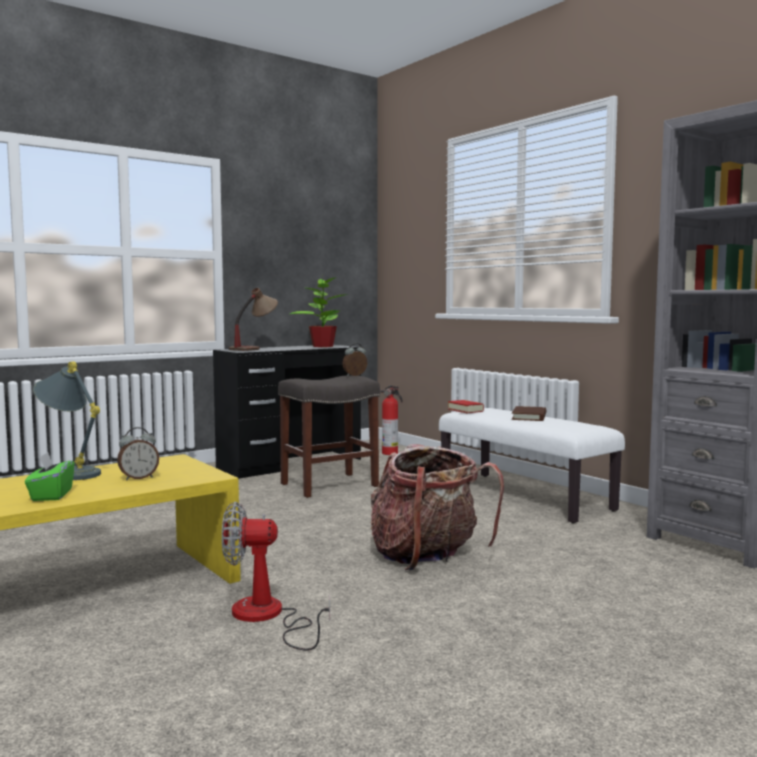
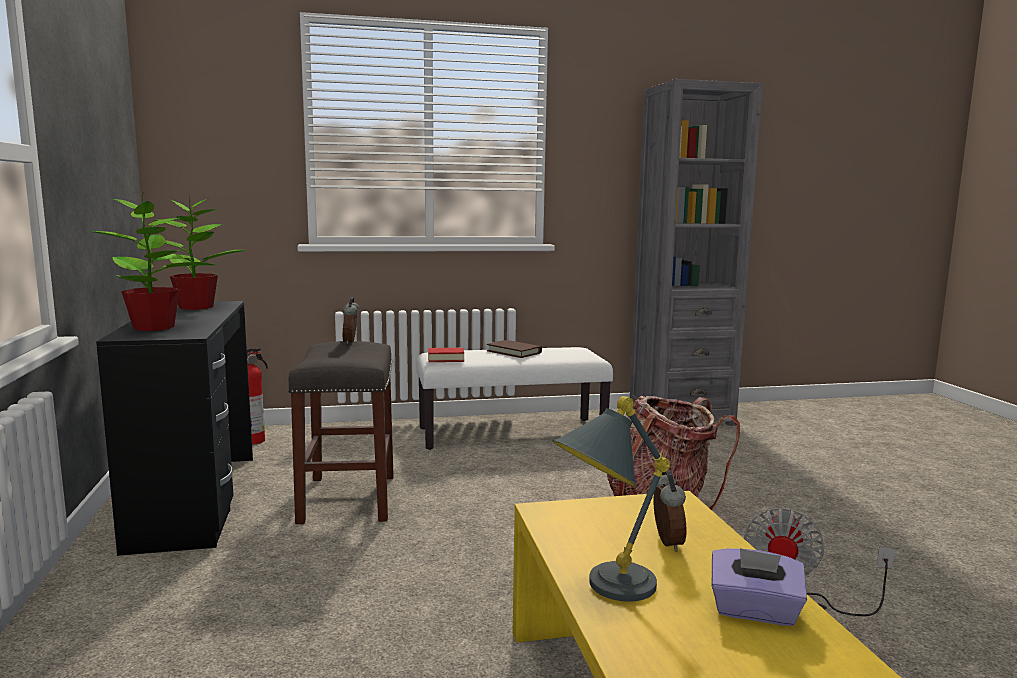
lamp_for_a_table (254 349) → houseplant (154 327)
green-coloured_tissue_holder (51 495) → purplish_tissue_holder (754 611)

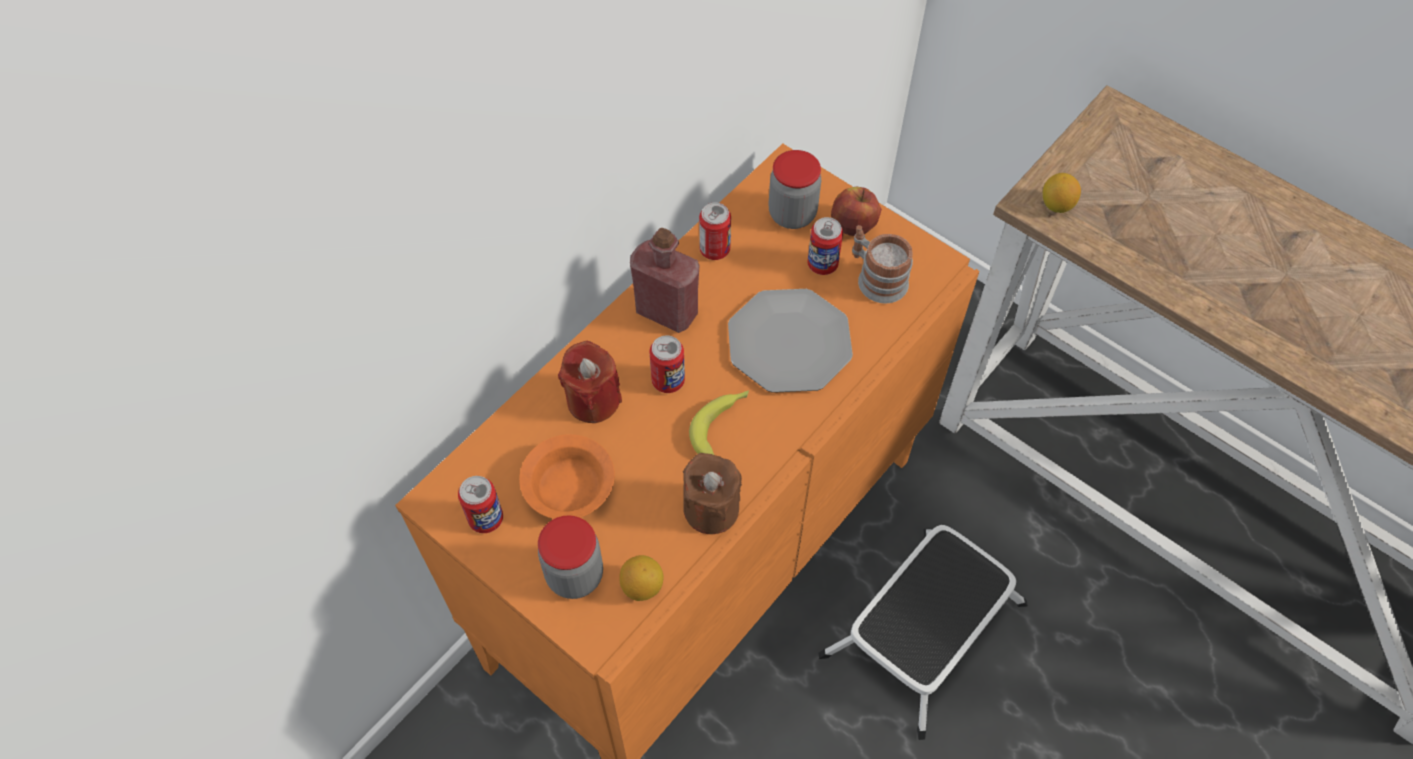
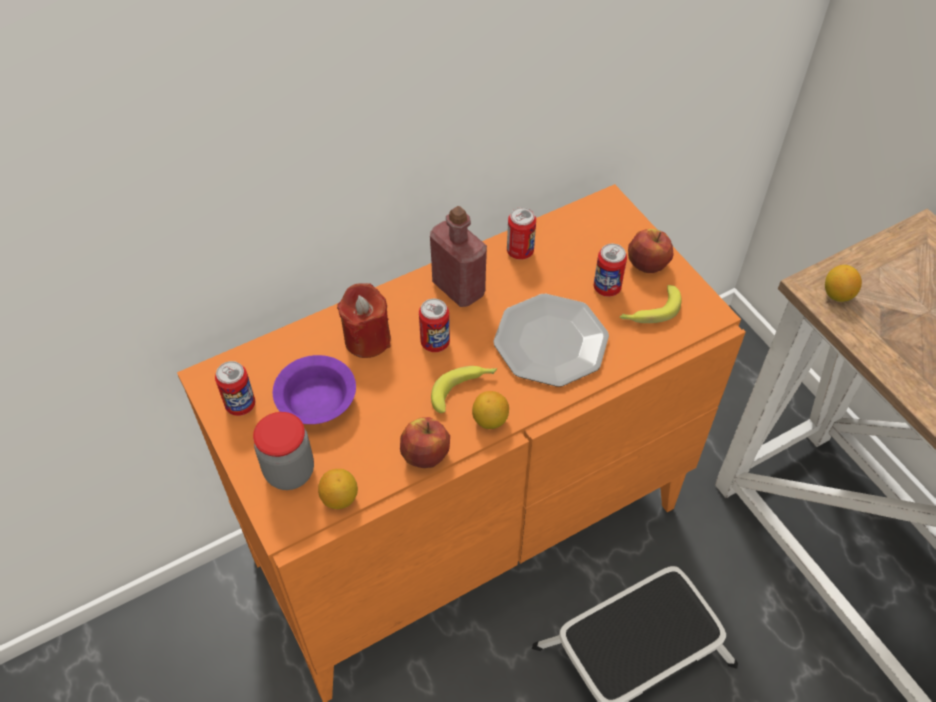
jar (792 214) → -
coffee_mug (876 278) → banana_fruit (649 311)
orange-coloured_bowl (570 490) → purplish_bowl (316 403)
brown_candle (711 509) → apple_fruit (425 455)
- → citrus_fruit (490 420)

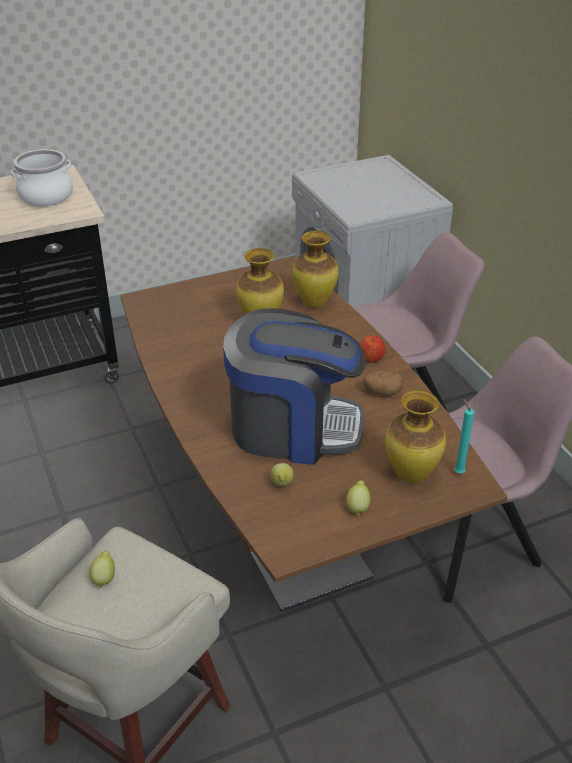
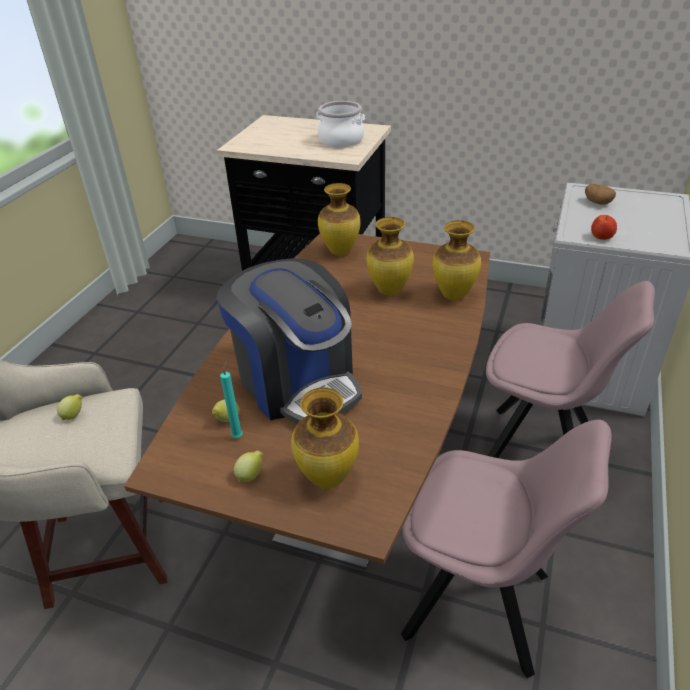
apple_fruit (371 358) → apple_fruit (602 237), shifted
potato (382 392) → potato (597 202), shifted
turquoise-coloured_candle (458 471) → turquoise-coloured_candle (238 436), shifted
- → flower_vase (341 252)

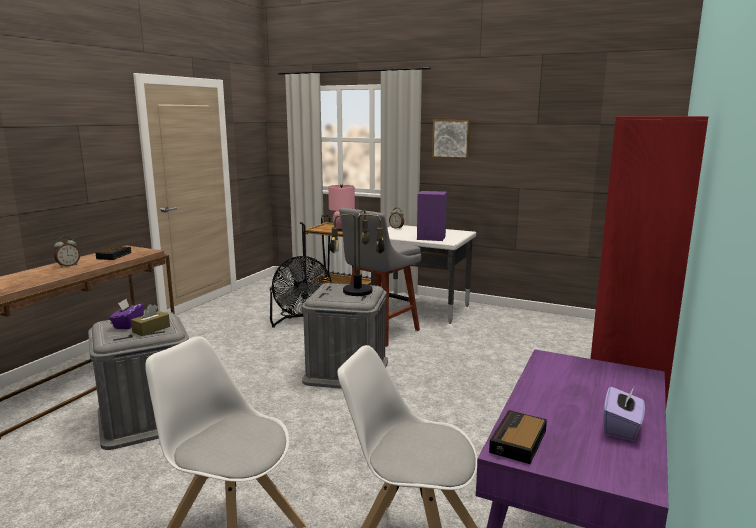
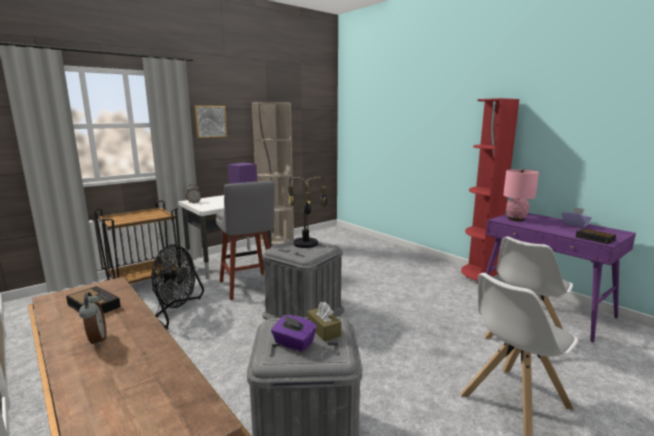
pink-coloured_lamp_for_a_table (342 230) → pink-coloured_lamp_for_a_table (516 219), shifted
- → beige-coloured_shelving_unit (276 244)

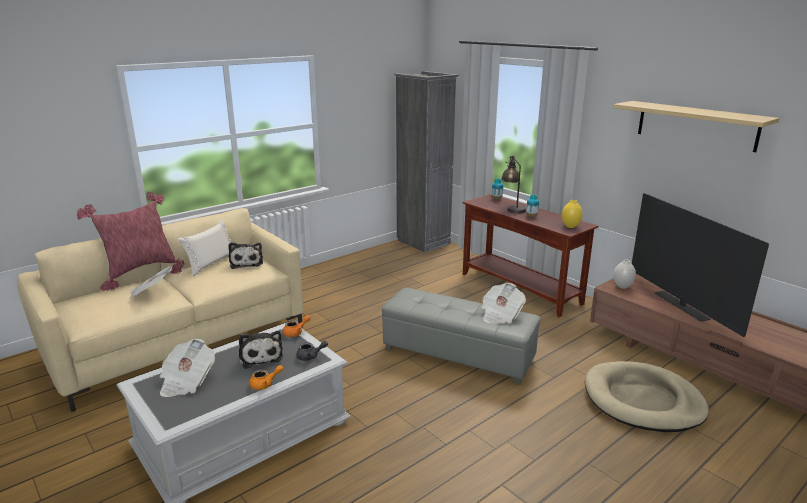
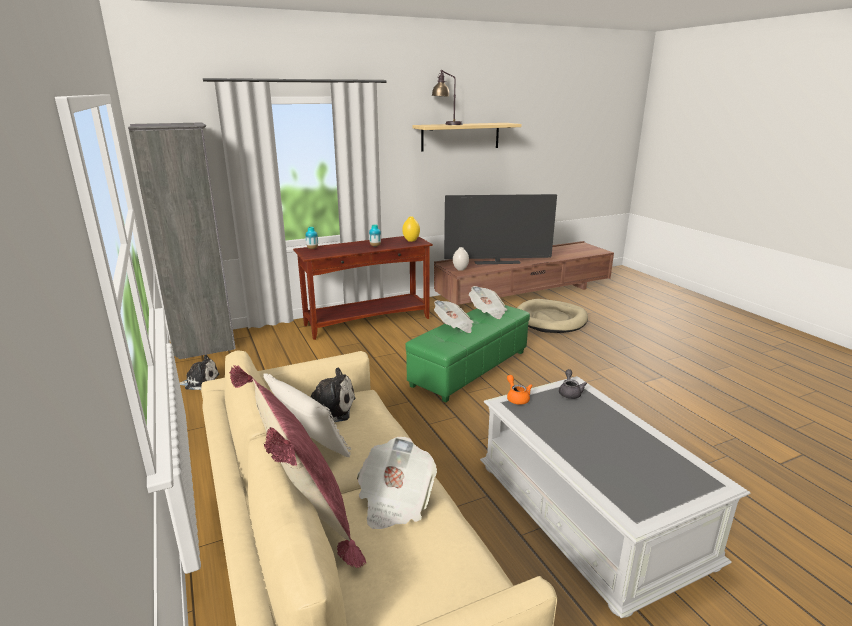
lamp_for_a_table (512 208) → lamp_for_a_table (447 124), shifted
greyish_ottoman (459 354) → green-coloured_ottoman (469 368)
cuddly_toy (260 356) → cuddly_toy (200 382), shifted
printed_paper (186 381) → printed_paper (454 326), shifted
orange-coloured_tea_pot (265 384) → -

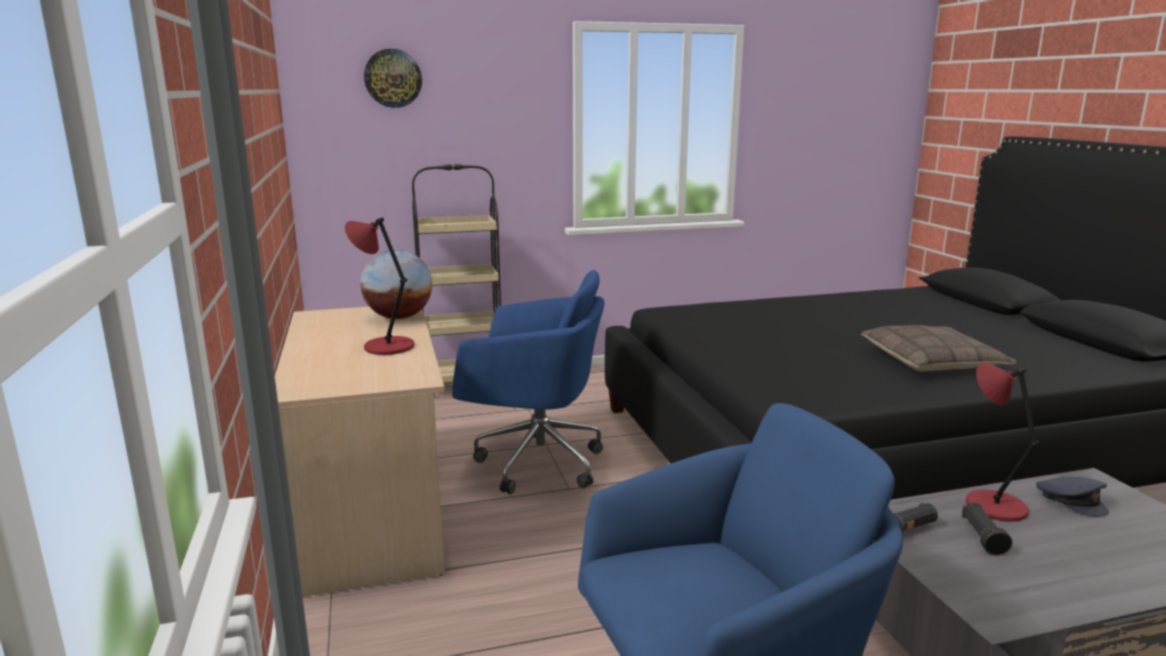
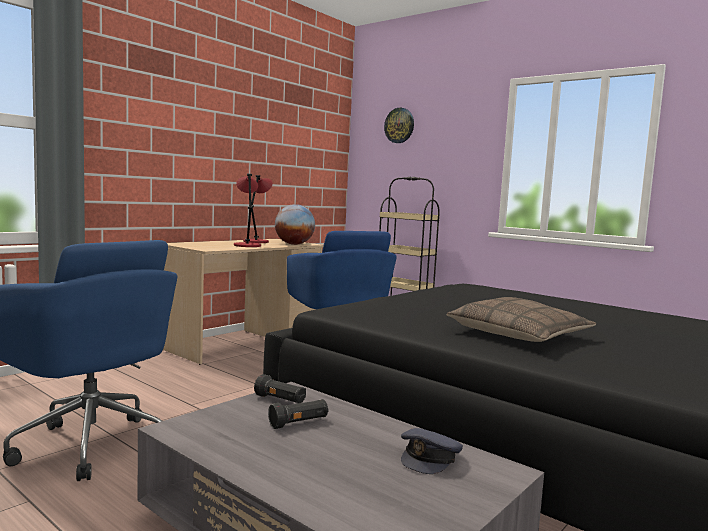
reddish_lamp_for_a_table (992 505) → reddish_lamp_for_a_table (256 241), shifted

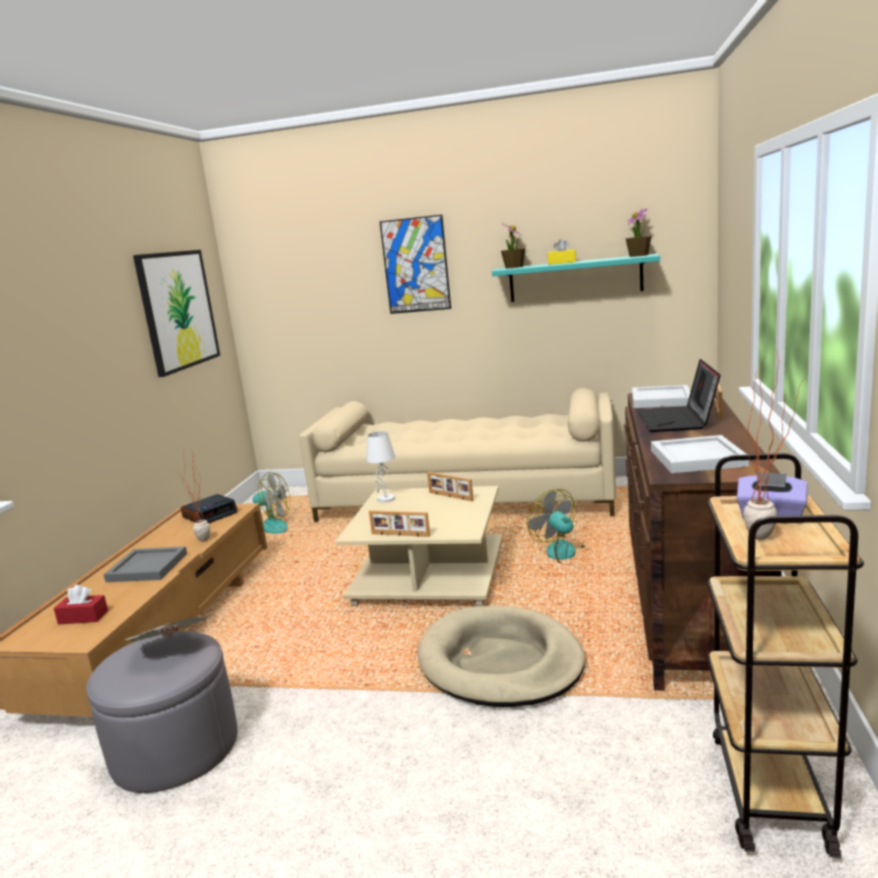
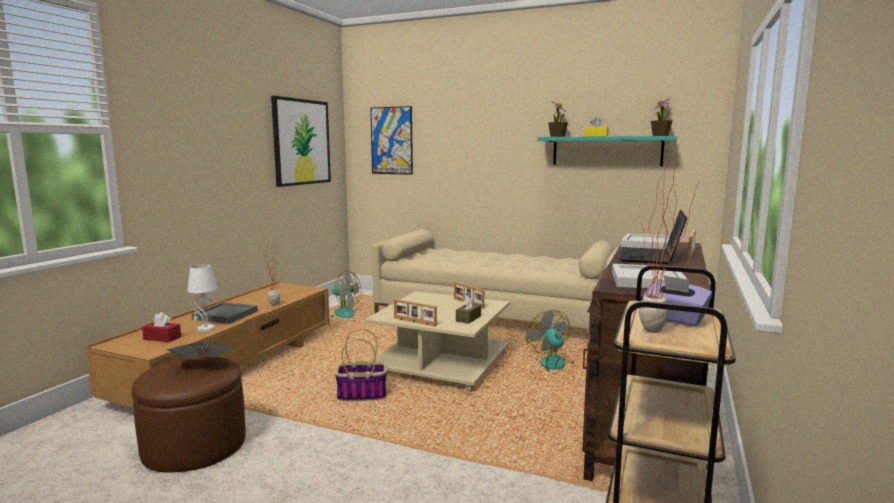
wall_art (415 265) → wall_art (391 140), shifted
white_lamp_for_a_table (385 499) → white_lamp_for_a_table (205 329), shifted
table_clock (210 515) → -
beige-coloured_pet_bed (500 662) → -
greyish_ottoman (175 748) → brown_ottoman (194 445)
- → brown_tissue_holder (468 318)
- → basket (362 395)

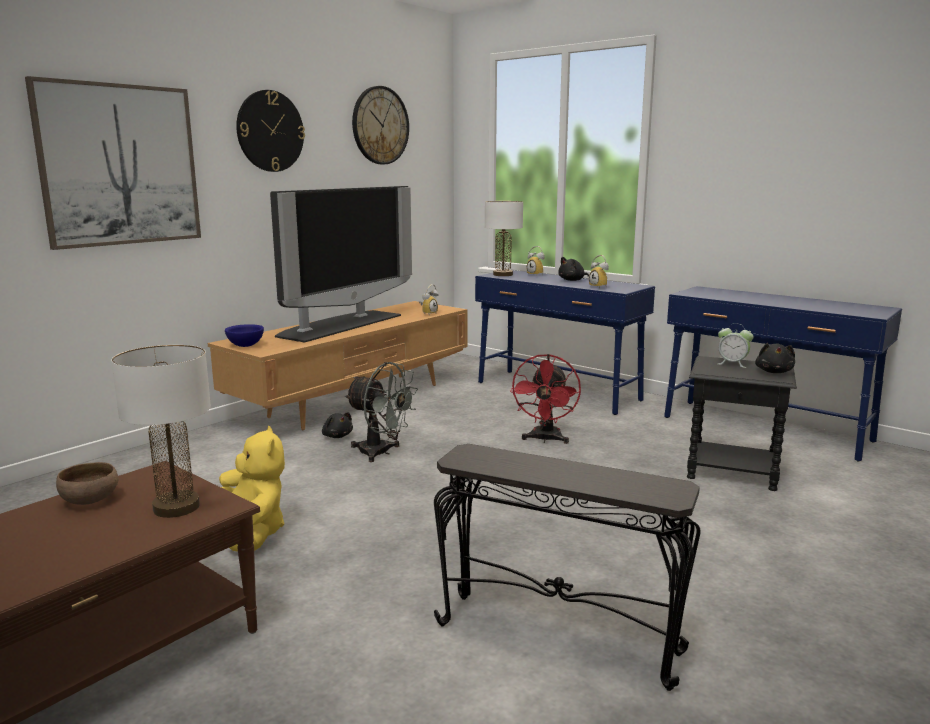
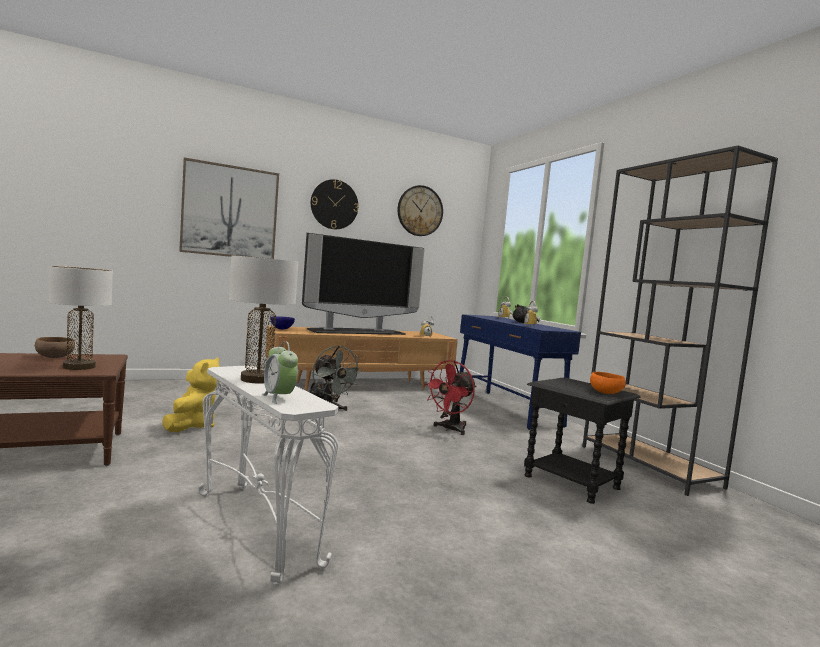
lamp_for_a_table (502 274) → lamp_for_a_table (257 379), shifted
bluish_console_table (764 429) → shelving_unit (649 466)
table_clock (732 364) → table_clock (278 398), shifted
black-coloured_cuddly_toy (774 372) → orange-coloured_bowl (606 393)
black-coloured_end_table (556 639) → white_end_table (256 528)

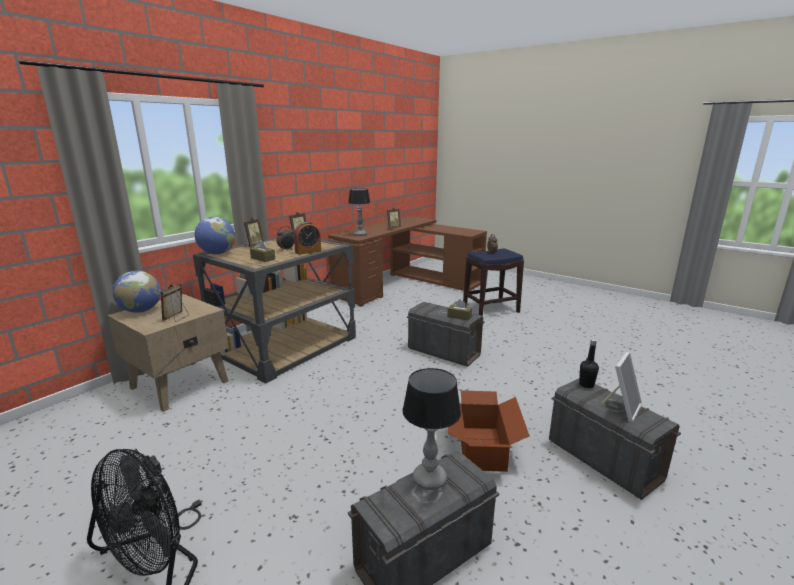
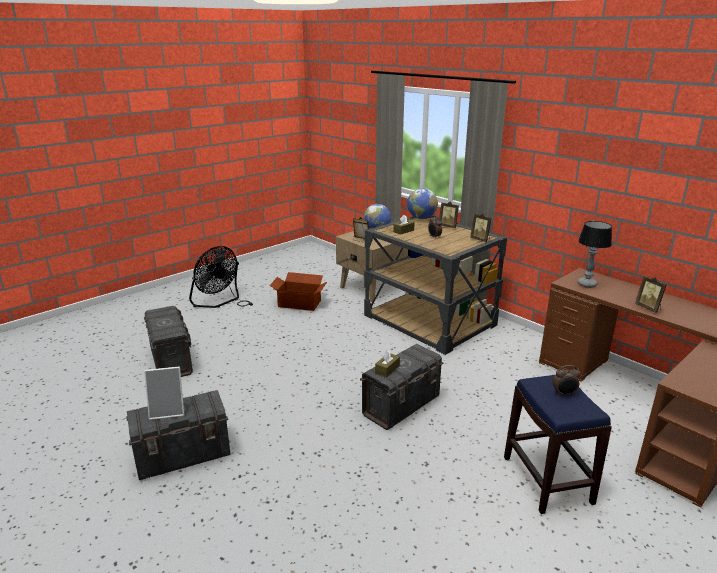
table_clock (308 252) → -
black-coloured_drink_bottle (586 385) → -
standing_frame (621 408) → standing_frame (168 411), 60 degrees counterclockwise
lamp_for_a_table (430 479) → -
packing_box (480 448) → packing_box (299 303), shifted

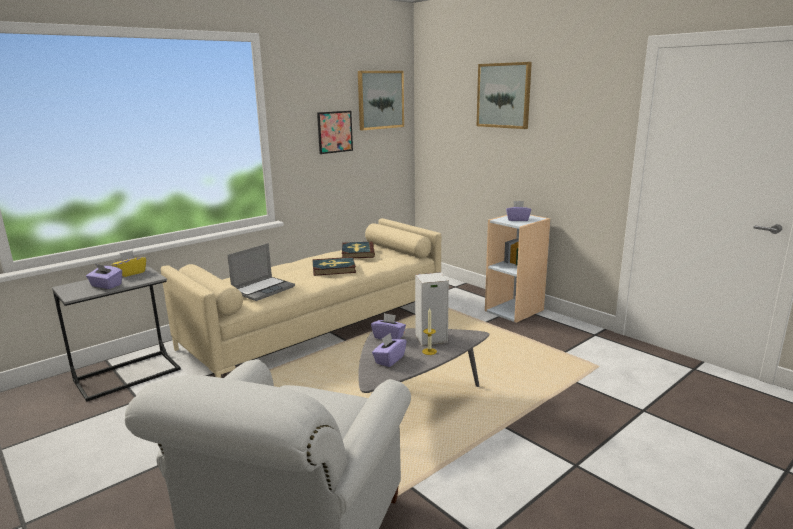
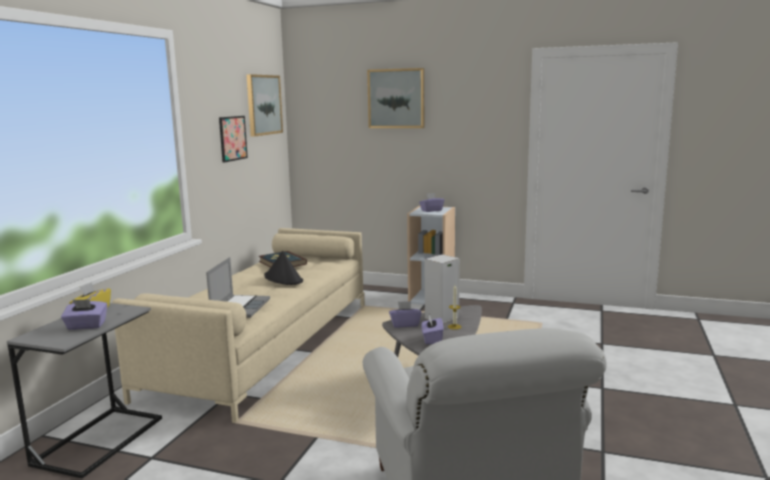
book (333 268) → black-coloured_clothing_hat (283 279)

